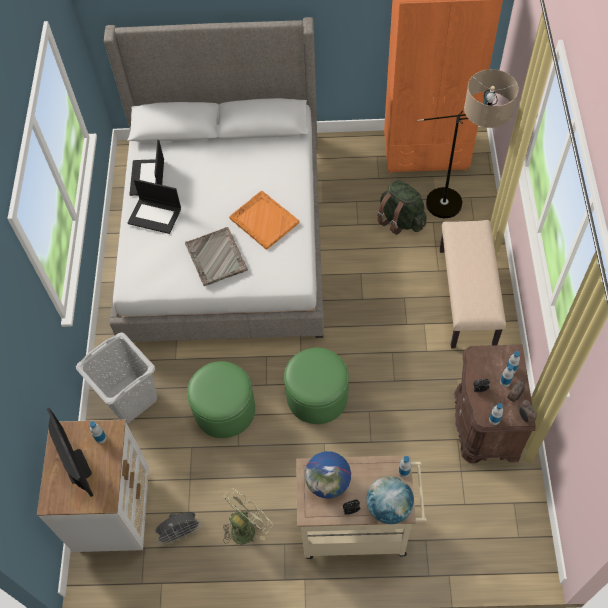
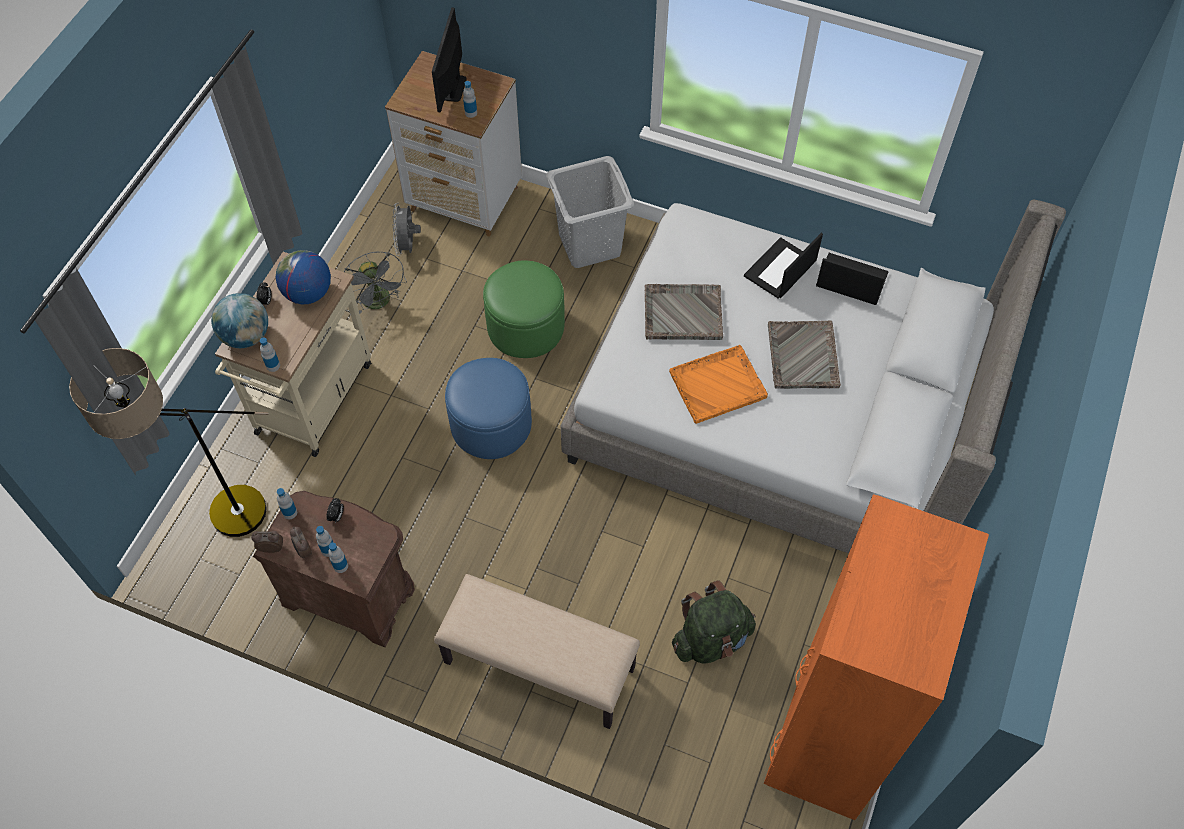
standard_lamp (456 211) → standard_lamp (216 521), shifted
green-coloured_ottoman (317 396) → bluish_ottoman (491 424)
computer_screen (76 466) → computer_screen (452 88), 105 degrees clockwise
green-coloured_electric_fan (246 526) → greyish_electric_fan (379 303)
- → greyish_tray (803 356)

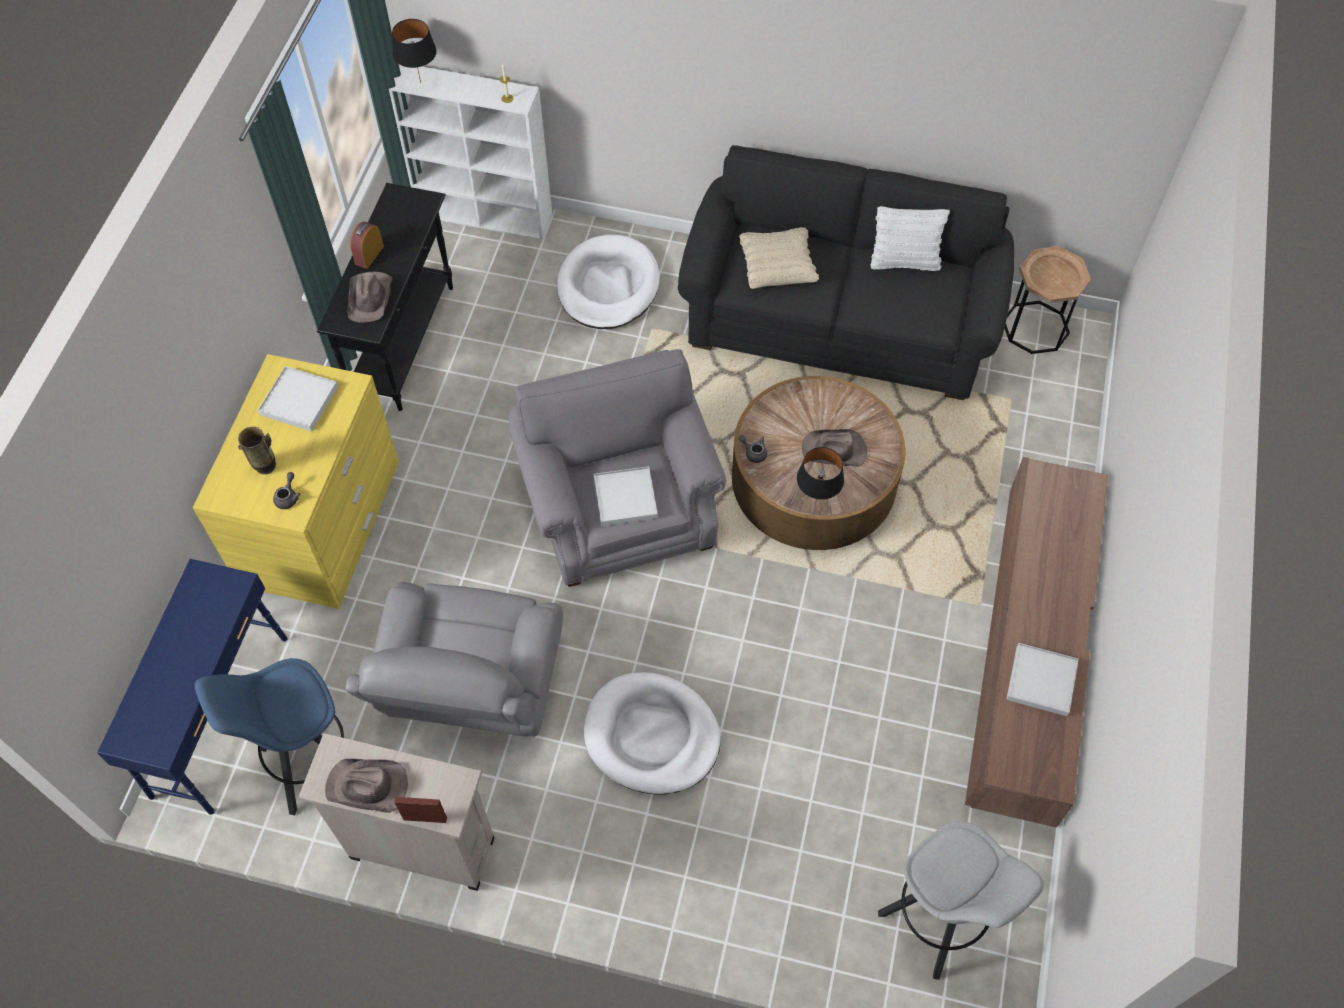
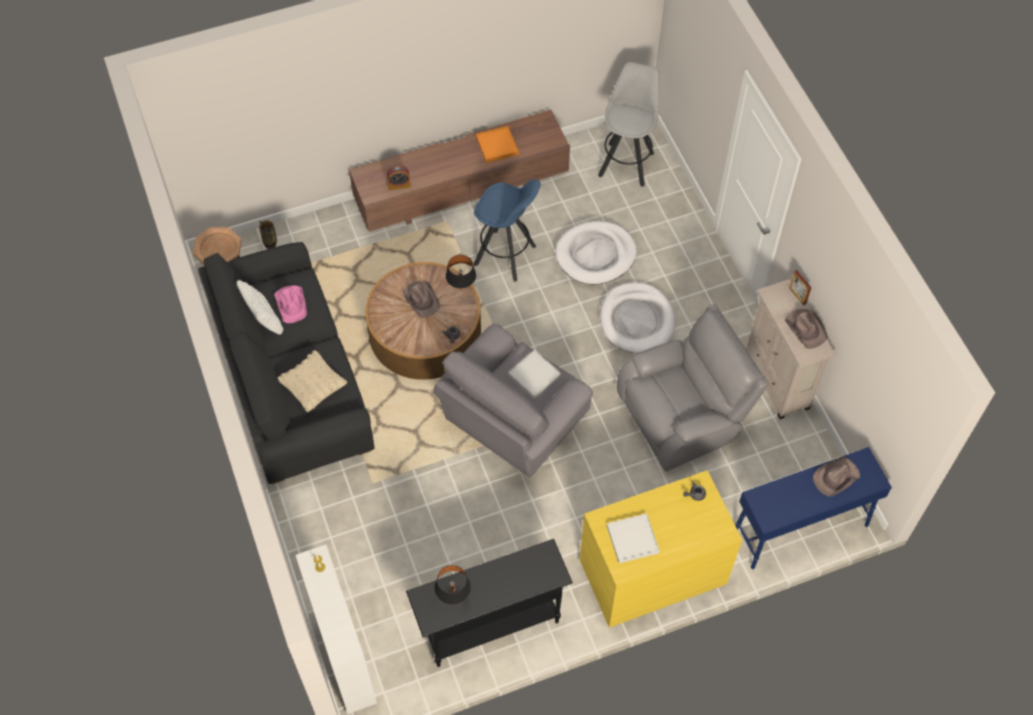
black-coloured_lamp_for_a_table (420 83) → black-coloured_lamp_for_a_table (454 599), shifted
table_clock (369 255) → table_clock (399 185), shifted
white_pet_bed (608 286) → white_pet_bed (595 255), shifted
brown_clothing_hat (370 297) → brown_clothing_hat (835 477), shifted
flower_vase (266 467) → flower_vase (270 244), shifted
white_tray (1041 681) → orange-coloured_tray (497 146)
bluish_stool_seat (309 763) → bluish_stool_seat (506 256), shifted
- → pink-coloured_clothing_hat (292 304)

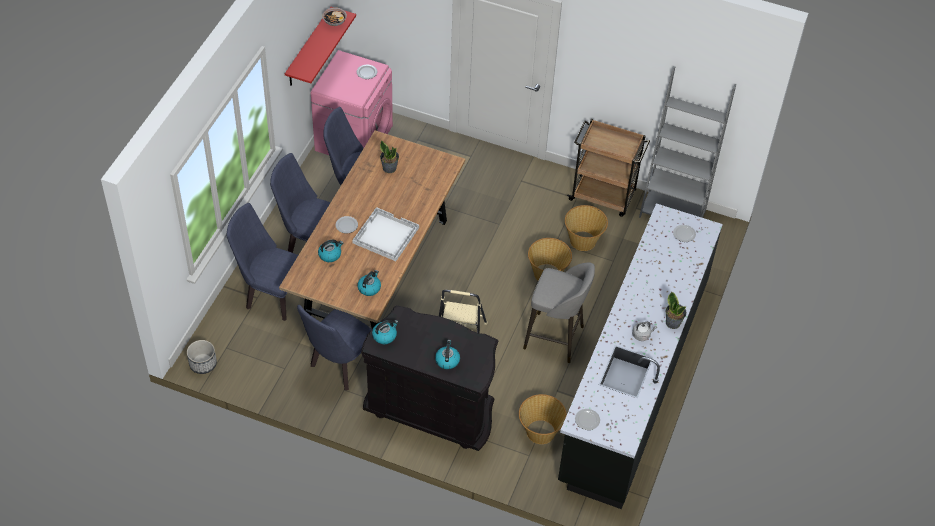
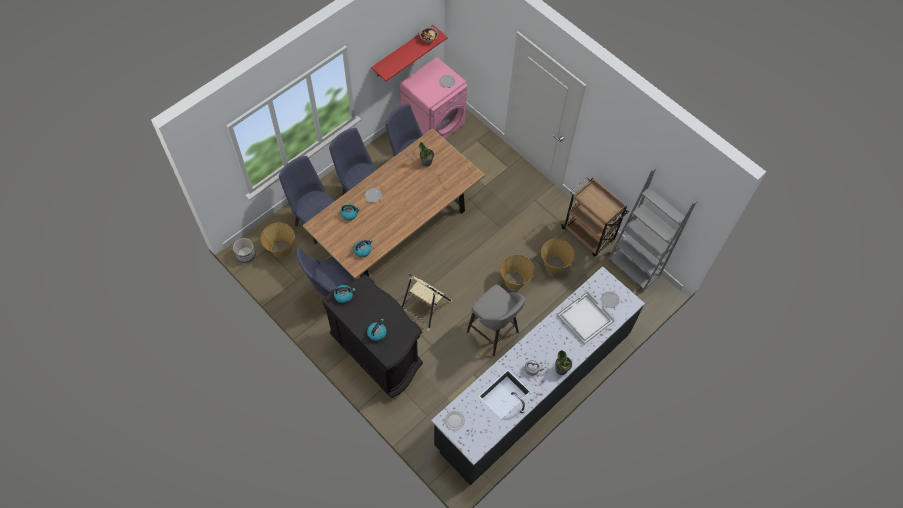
white_tray (385 235) → white_tray (584 318), shifted
basket (540 432) → basket (281 248), shifted

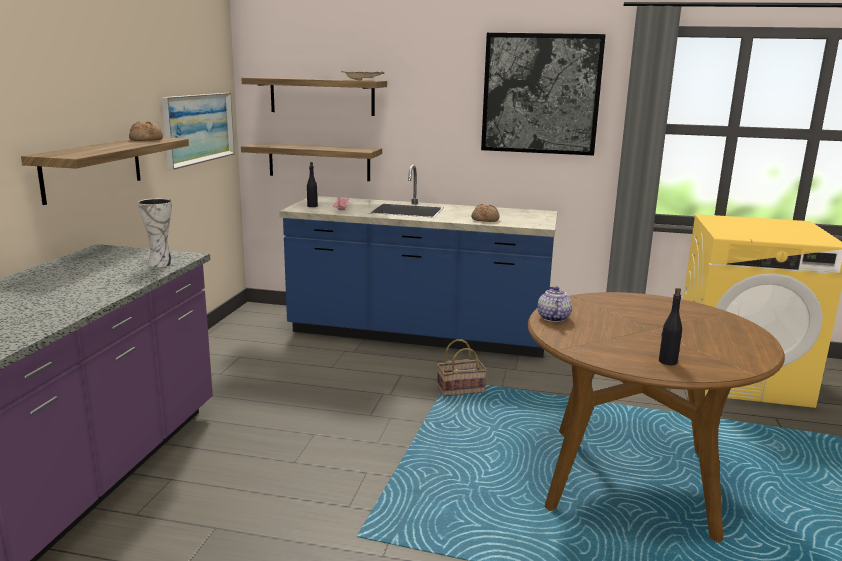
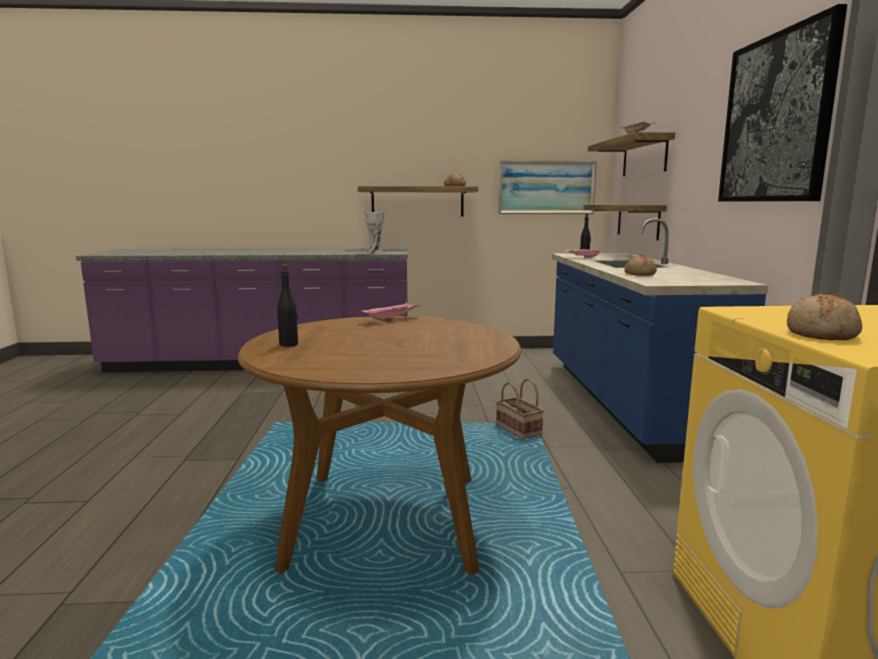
tea_pot (552 318) → pink-coloured_tray (391 319)
- → bread (822 334)

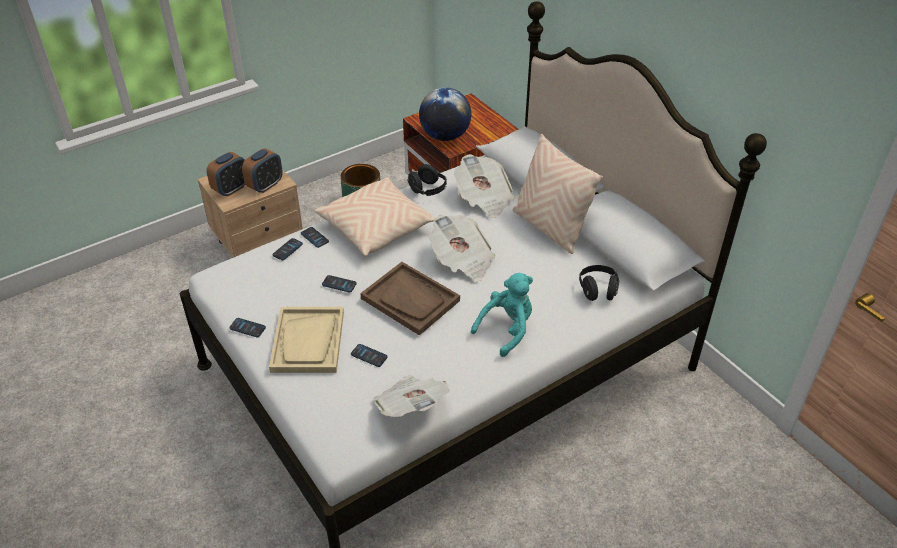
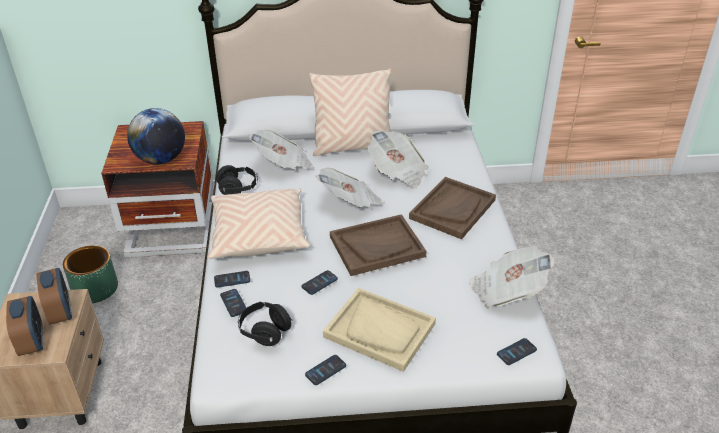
black-coloured_headset (598 290) → black-coloured_headset (265 332), shifted
turquoise-coloured_cuddly_toy (507 329) → brown_tray (452 209)
phone (369 356) → phone (516 352), shifted
- → printed_paper (398 172)

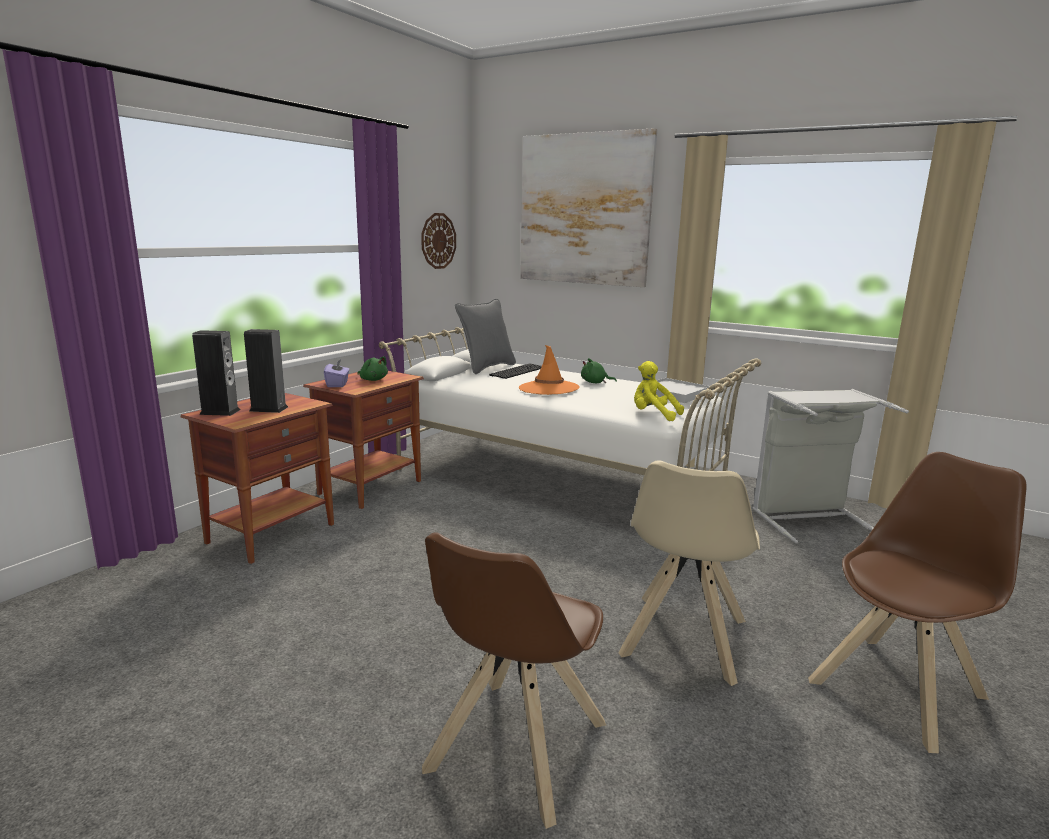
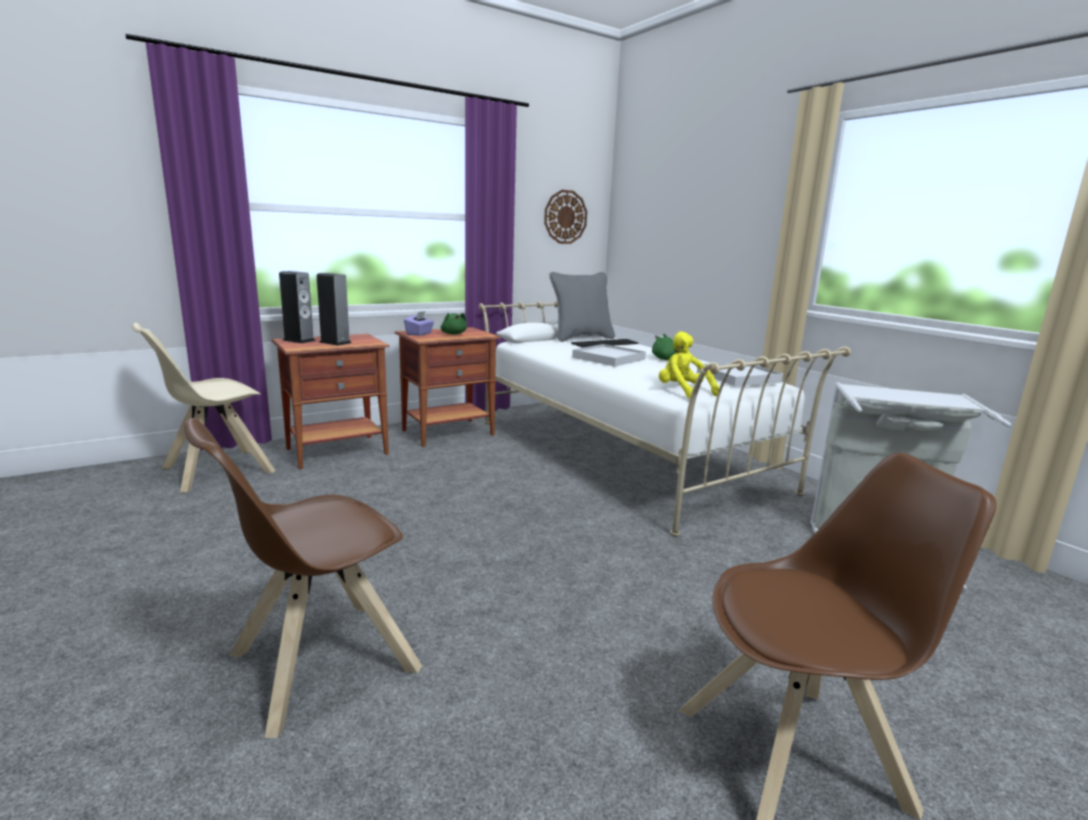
wall_art (584 210) → -
orange-coloured_clothing_hat (548 388) → white_tray (609 358)
beige-coloured_upright_chair (683 640) → beige-coloured_upright_chair (214 471), shifted

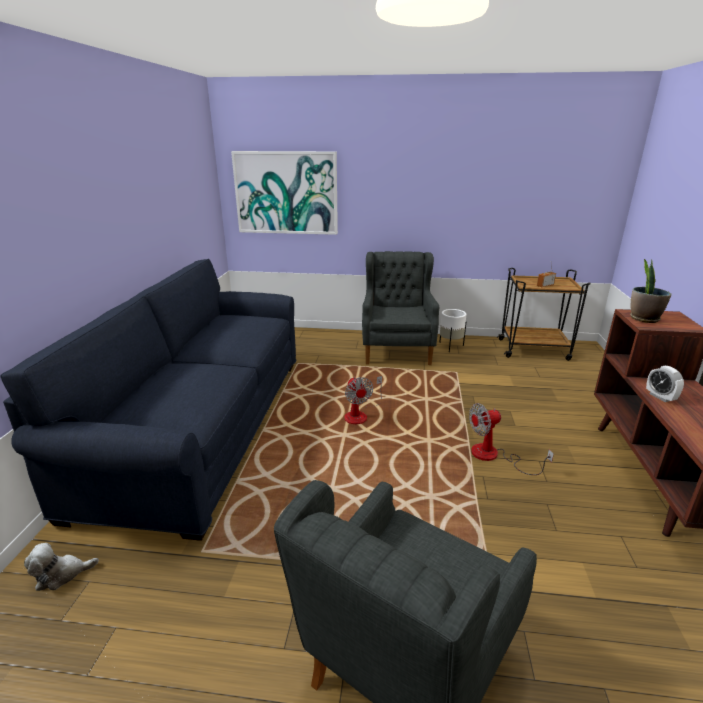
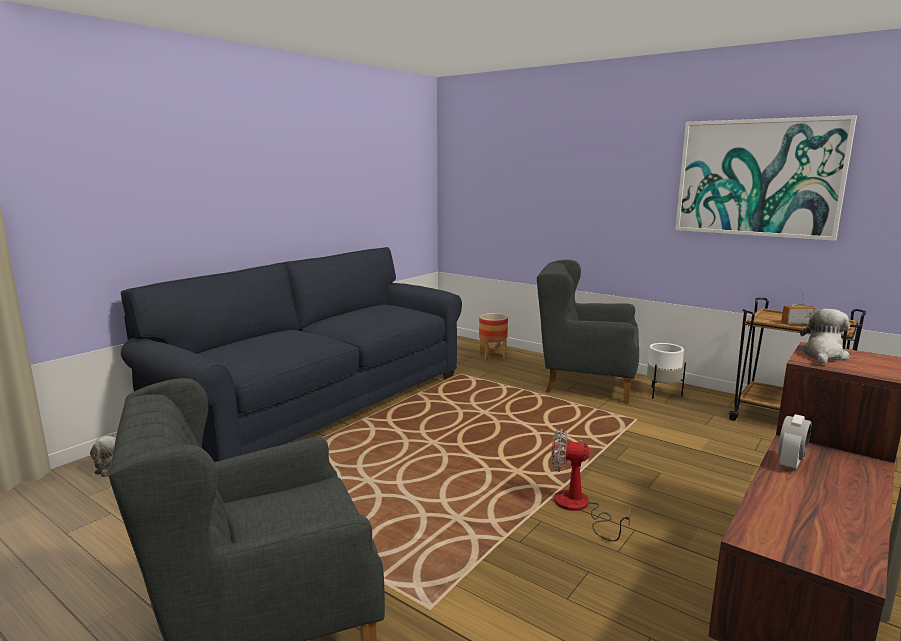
wall_art (286 193) → wall_art (758 178), shifted
greyish_armchair (396 350) → greyish_armchair (586 384), 105 degrees counterclockwise
houseplant (643 318) → cuddly_toy (823 355)
table_clock (660 397) → table_clock (790 463), 150 degrees counterclockwise
electric_fan (360 414) → -
- → planter (492 356)

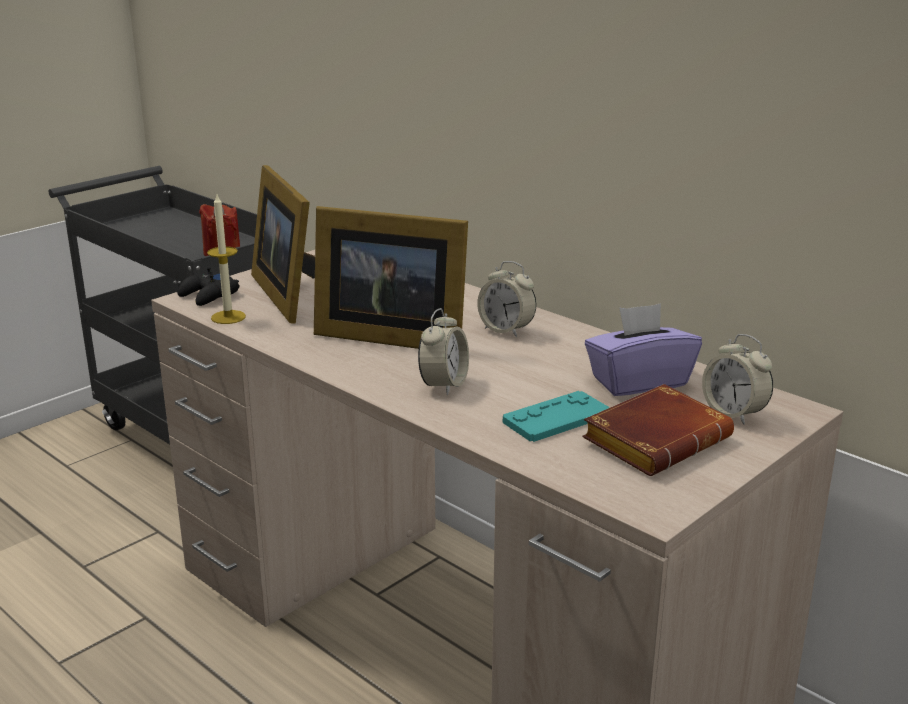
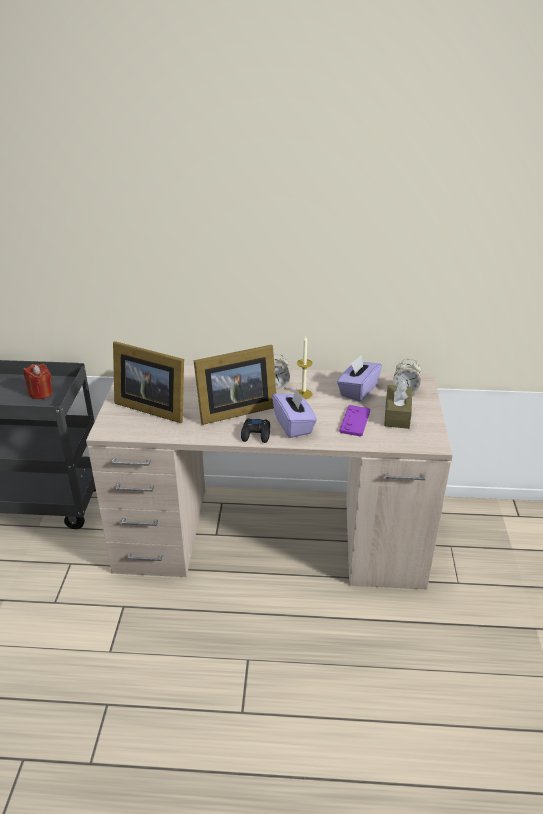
candle (228 317) → candle (303 394), shifted
black-coloured_game_controller (209 295) → black-coloured_game_controller (256 434), shifted
table_clock (444 385) → purplish_tissue_holder (294 425)
brown_book (656 439) → brown_tissue_holder (397 414)
turquoise-coloured_game_controller (556 418) → purplish_game_controller (355 421)

